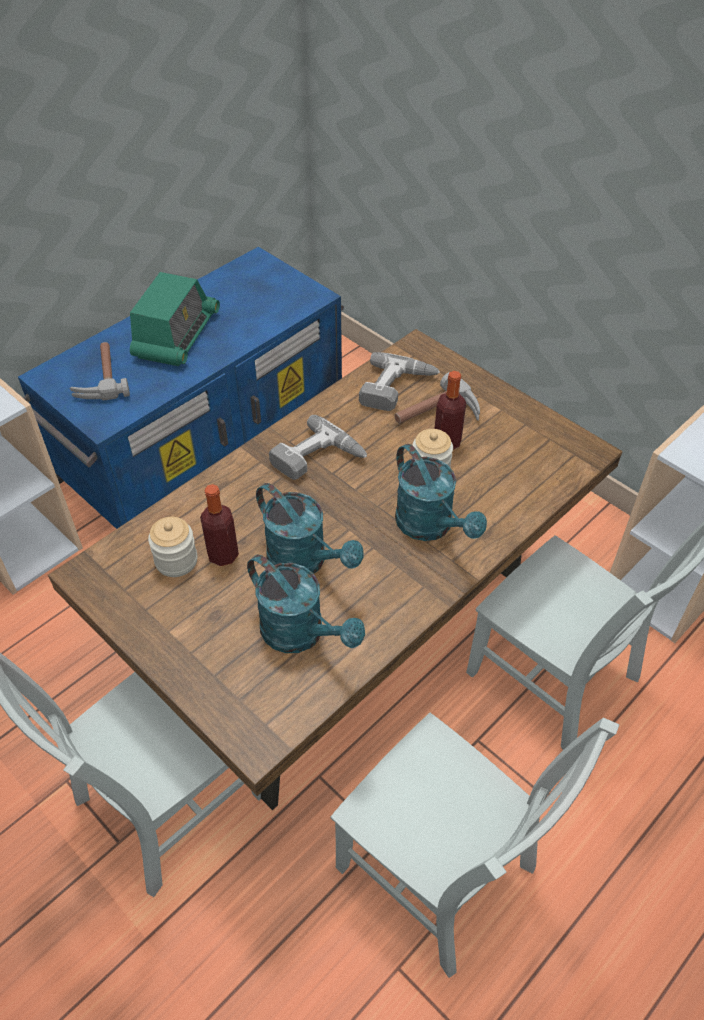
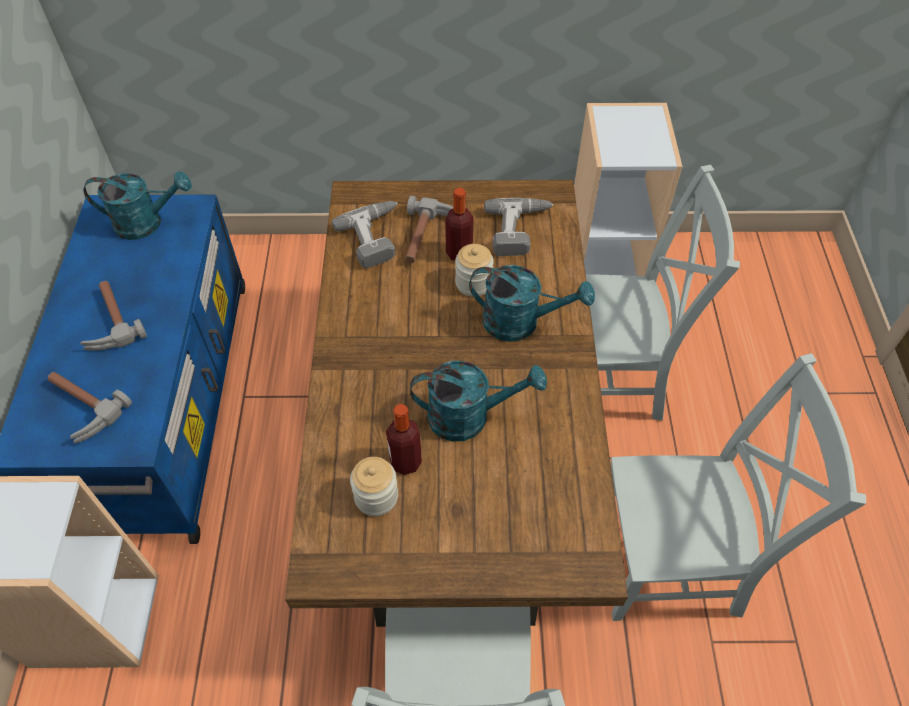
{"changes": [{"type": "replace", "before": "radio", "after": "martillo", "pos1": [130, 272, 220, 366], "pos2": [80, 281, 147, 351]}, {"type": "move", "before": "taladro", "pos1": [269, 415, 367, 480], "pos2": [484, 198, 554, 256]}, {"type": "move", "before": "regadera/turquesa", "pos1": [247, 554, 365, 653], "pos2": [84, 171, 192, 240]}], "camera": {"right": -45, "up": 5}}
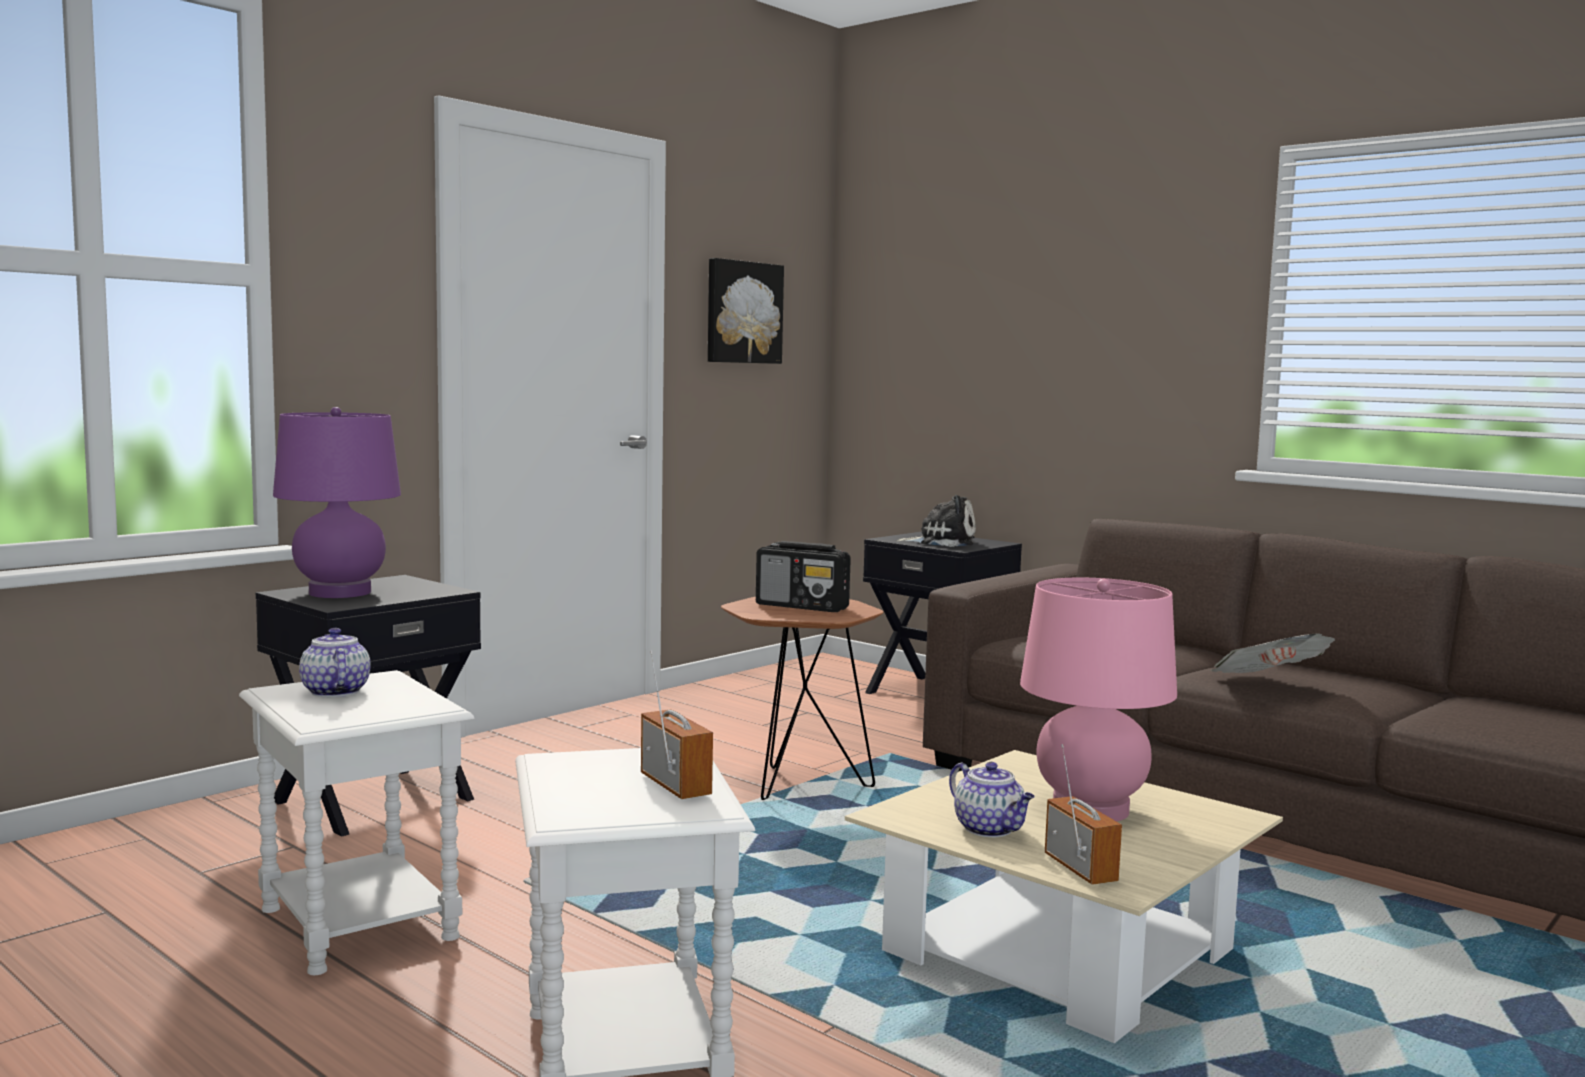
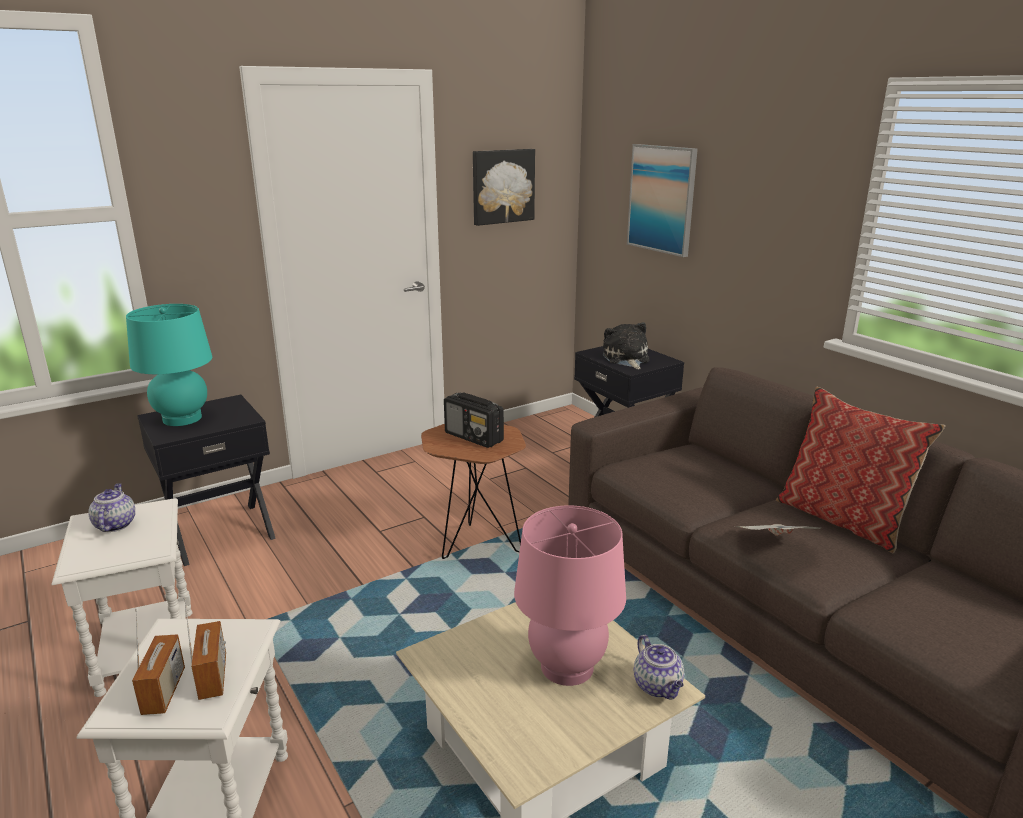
{"changes": [{"type": "recolor", "before": "lámpara de mesa/morado", "after": "lámpara de mesa/turquesa", "pos1": [273, 407, 401, 598], "pos2": [126, 304, 212, 426]}, {"type": "rotate", "before": "peluche", "pos1": [896, 495, 976, 547], "pos2": [603, 322, 650, 369], "turn": -120}, {"type": "move", "before": "radio", "pos1": [1045, 744, 1122, 885], "pos2": [132, 609, 185, 715]}, {"type": "move", "before": "tetera", "pos1": [949, 762, 1035, 837], "pos2": [634, 635, 684, 699]}, {"type": "insert", "after": "cuadro", "pos2": [627, 144, 698, 257]}, {"type": "insert", "after": "cojín", "pos2": [776, 386, 946, 554]}], "camera": {"right": 15, "up": 15}}
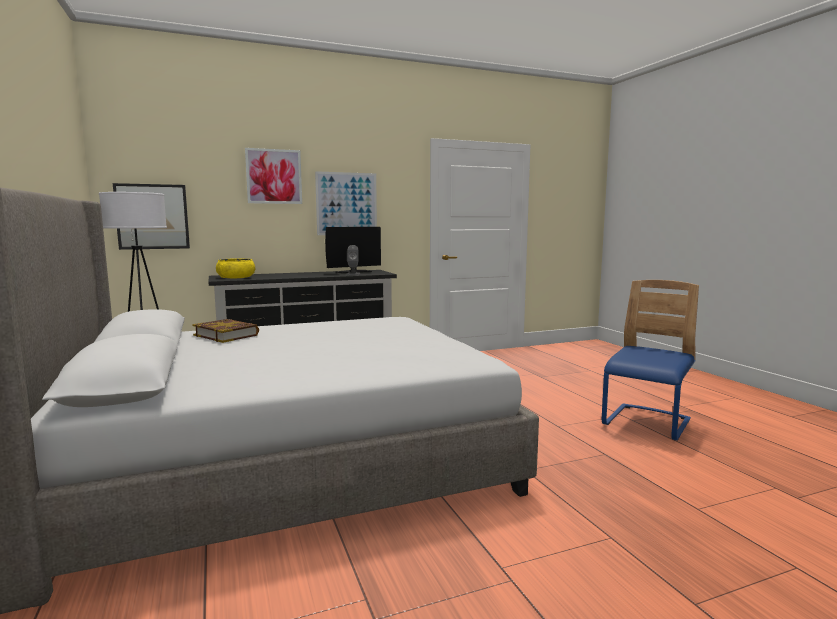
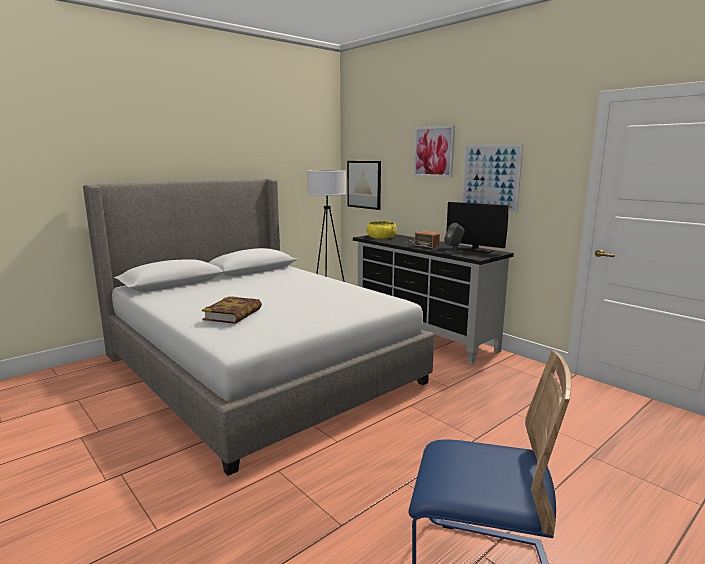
{"changes": [{"type": "move", "before": "libro", "pos1": [192, 319, 259, 343], "pos2": [202, 296, 262, 324]}, {"type": "insert", "after": "radio", "pos2": [405, 231, 440, 248]}], "camera": {"right": 70, "up": 5}}
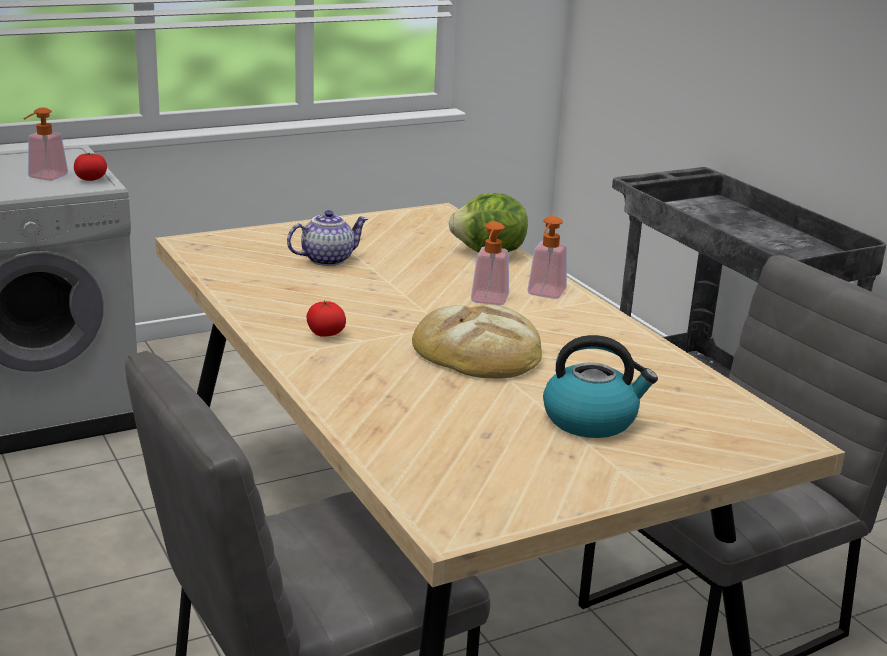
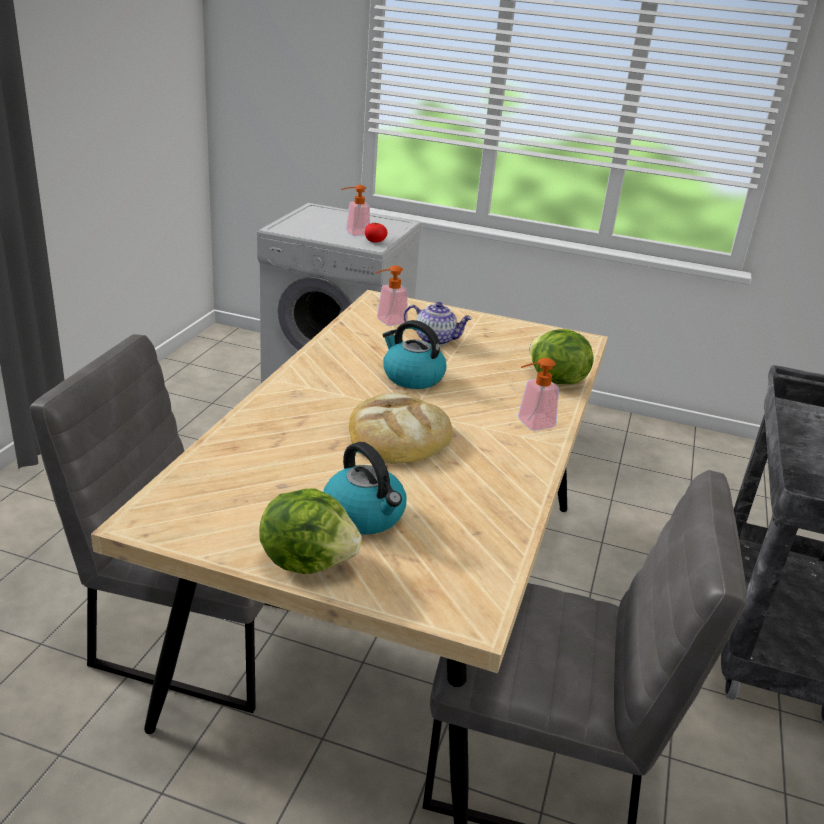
{"changes": [{"type": "move", "before": "dispensador de jabón", "pos1": [471, 221, 509, 306], "pos2": [375, 266, 408, 326]}, {"type": "delete", "before": "tomate", "pos1": [306, 300, 346, 337]}, {"type": "insert", "after": "hervidor", "pos2": [382, 320, 447, 389]}, {"type": "insert", "after": "lechuga", "pos2": [259, 488, 362, 574]}], "camera": {"right": 45, "up": 5}}
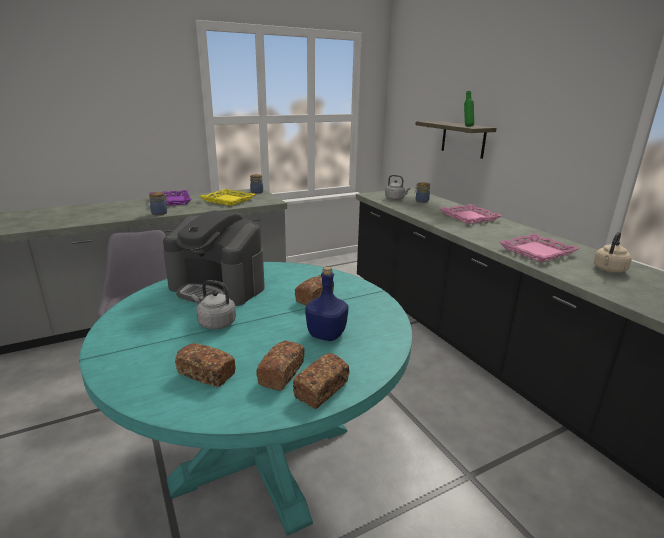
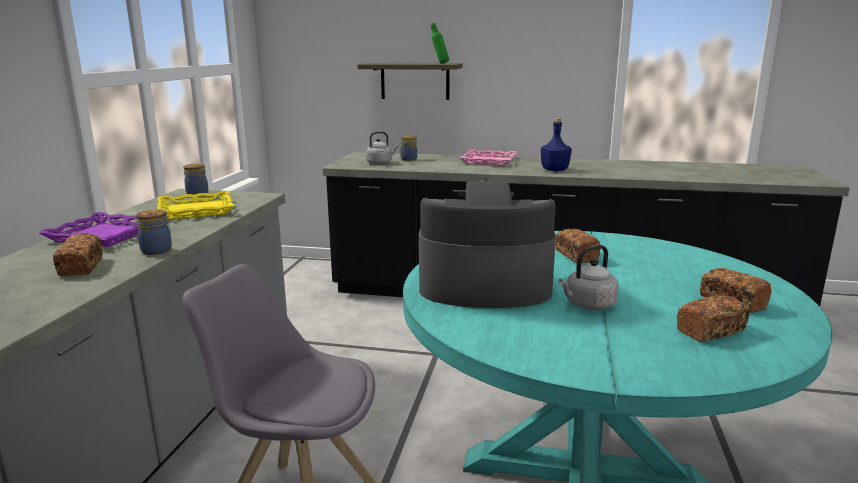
{"changes": [{"type": "rotate", "before": "cafetera", "pos1": [163, 210, 265, 306], "pos2": [419, 180, 556, 308], "turn": -150}, {"type": "delete", "before": "hervidor/beis", "pos1": [594, 232, 632, 273]}, {"type": "delete", "before": "bandeja/rosa", "pos1": [499, 233, 580, 262]}, {"type": "move", "before": "botella/azul", "pos1": [305, 267, 348, 341], "pos2": [541, 118, 572, 171]}, {"type": "move", "before": "pan", "pos1": [293, 353, 349, 409], "pos2": [53, 233, 103, 276]}], "camera": {"right": -50, "up": -5}}
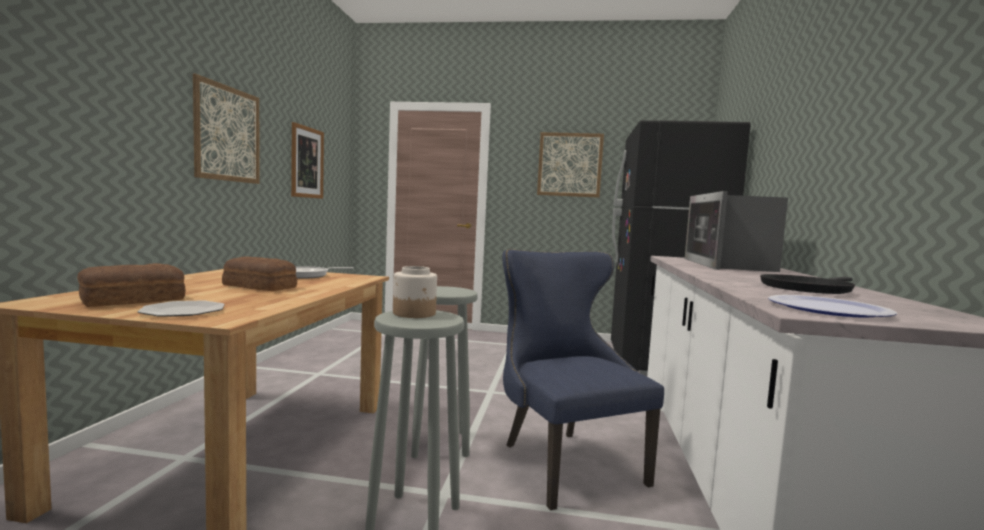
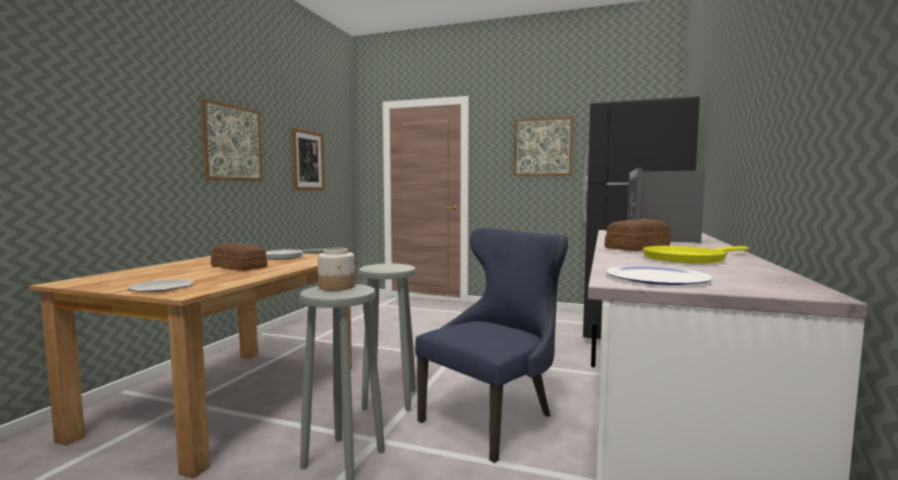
{"changes": [{"type": "rotate", "before": "silla/azul", "pos1": [502, 249, 664, 510], "pos2": [415, 227, 568, 463], "turn": 60}, {"type": "move", "before": "pan", "pos1": [77, 263, 186, 307], "pos2": [605, 219, 671, 251]}, {"type": "recolor", "before": "sartén/negro", "after": "sartén/amarillo", "pos1": [760, 274, 855, 294], "pos2": [642, 246, 748, 263]}], "camera": {"right": 10, "up": 0}}
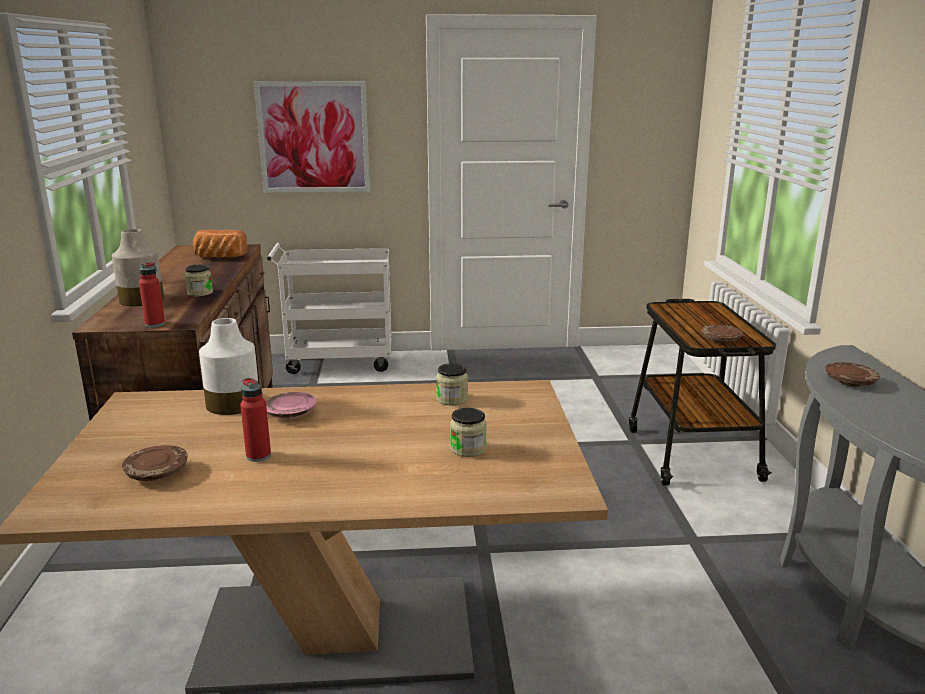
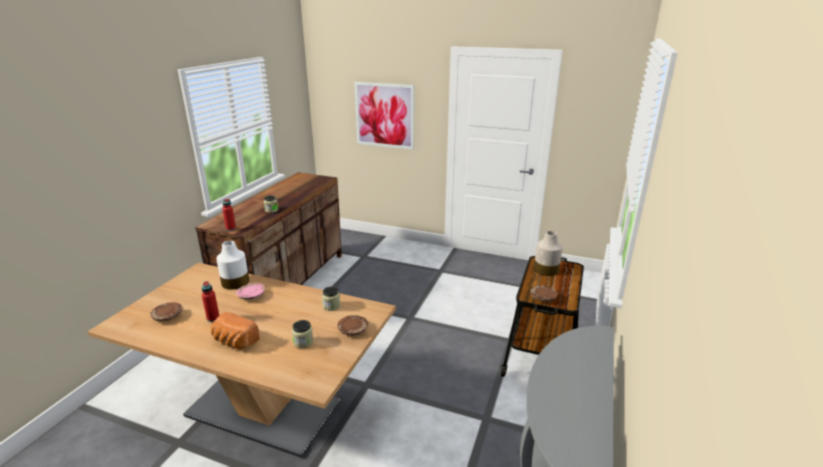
{"changes": [{"type": "move", "before": "florero/beis", "pos1": [112, 229, 164, 306], "pos2": [534, 231, 563, 276]}, {"type": "move", "before": "pan", "pos1": [193, 229, 247, 258], "pos2": [211, 312, 260, 349]}, {"type": "delete", "before": "carrito/blanco", "pos1": [267, 243, 392, 374]}, {"type": "move", "before": "plato/marrón", "pos1": [825, 362, 880, 387], "pos2": [337, 315, 368, 336]}], "camera": {"right": 25, "up": 5}}
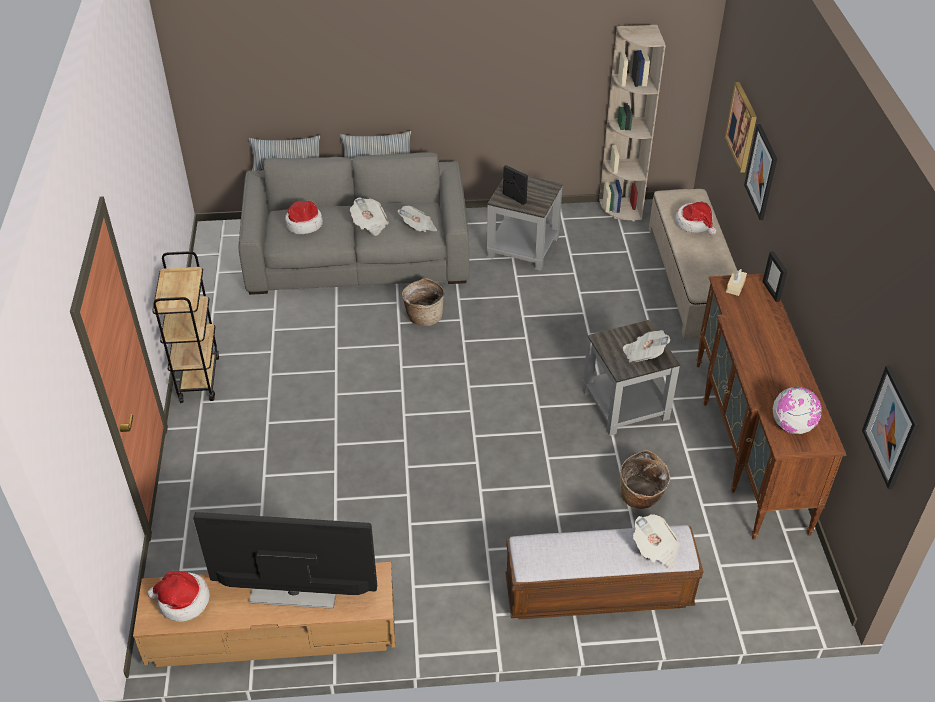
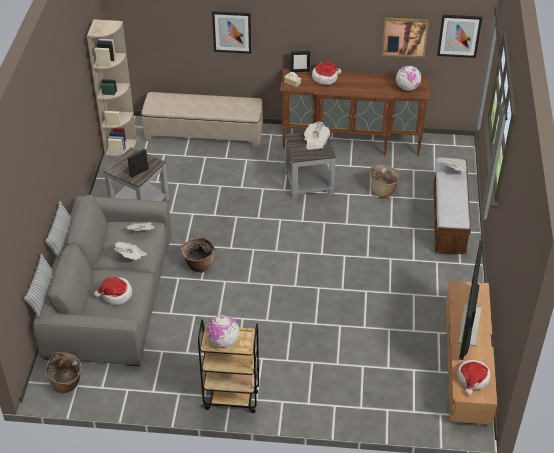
{"changes": [{"type": "move", "before": "cuadro", "pos1": [725, 82, 757, 173], "pos2": [382, 18, 429, 58]}, {"type": "move", "before": "sombrero", "pos1": [675, 202, 716, 235], "pos2": [312, 62, 341, 85]}, {"type": "insert", "after": "globo terráqueo", "pos2": [207, 315, 240, 348]}, {"type": "insert", "after": "cesta", "pos2": [46, 352, 82, 393]}], "camera": {"right": -80, "up": 0}}
